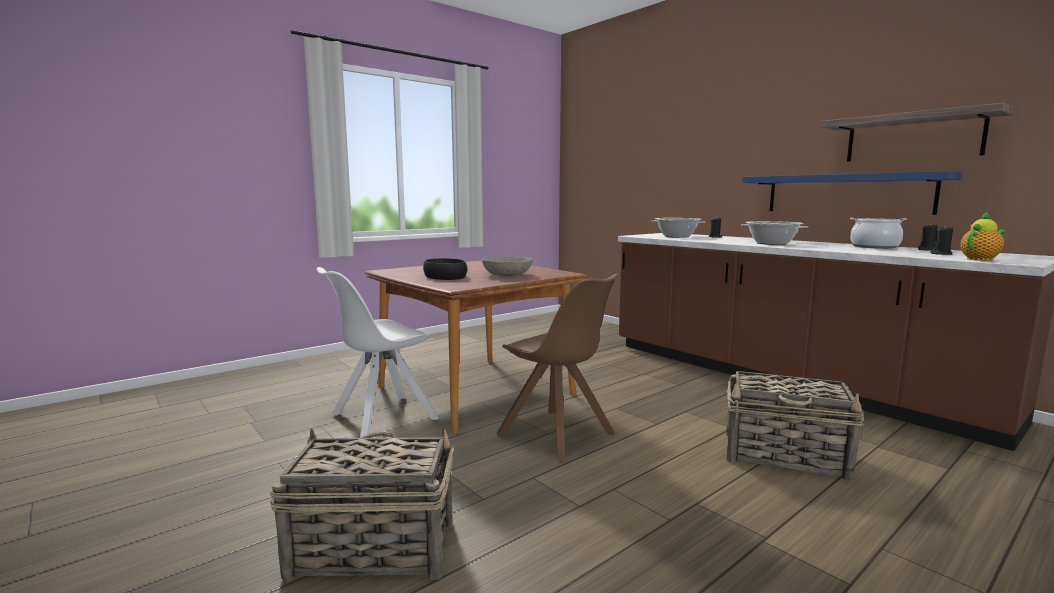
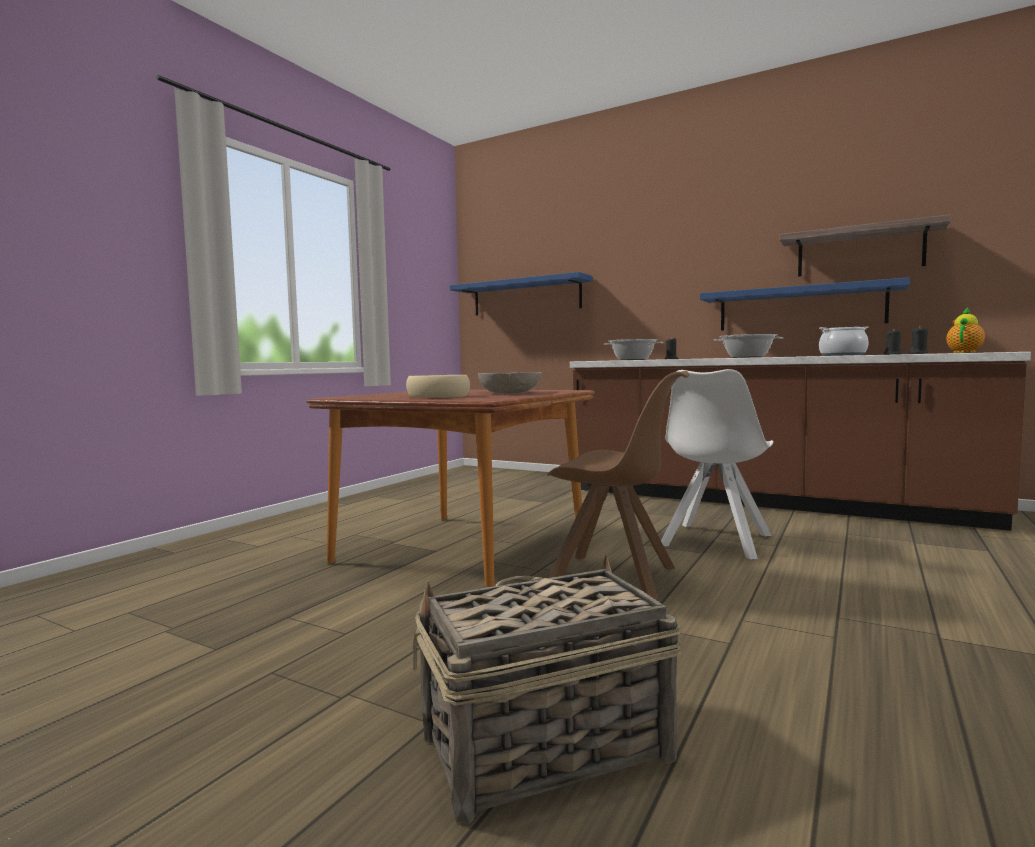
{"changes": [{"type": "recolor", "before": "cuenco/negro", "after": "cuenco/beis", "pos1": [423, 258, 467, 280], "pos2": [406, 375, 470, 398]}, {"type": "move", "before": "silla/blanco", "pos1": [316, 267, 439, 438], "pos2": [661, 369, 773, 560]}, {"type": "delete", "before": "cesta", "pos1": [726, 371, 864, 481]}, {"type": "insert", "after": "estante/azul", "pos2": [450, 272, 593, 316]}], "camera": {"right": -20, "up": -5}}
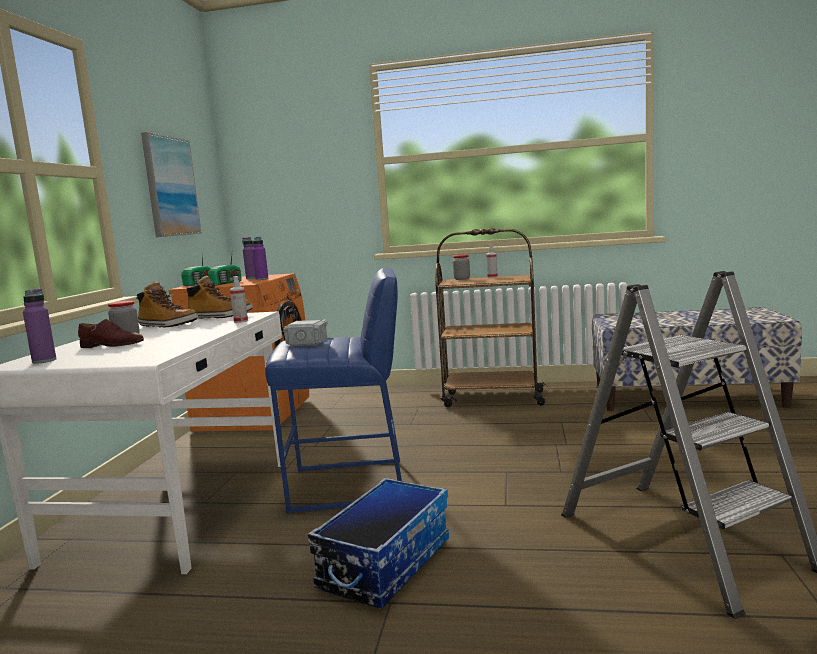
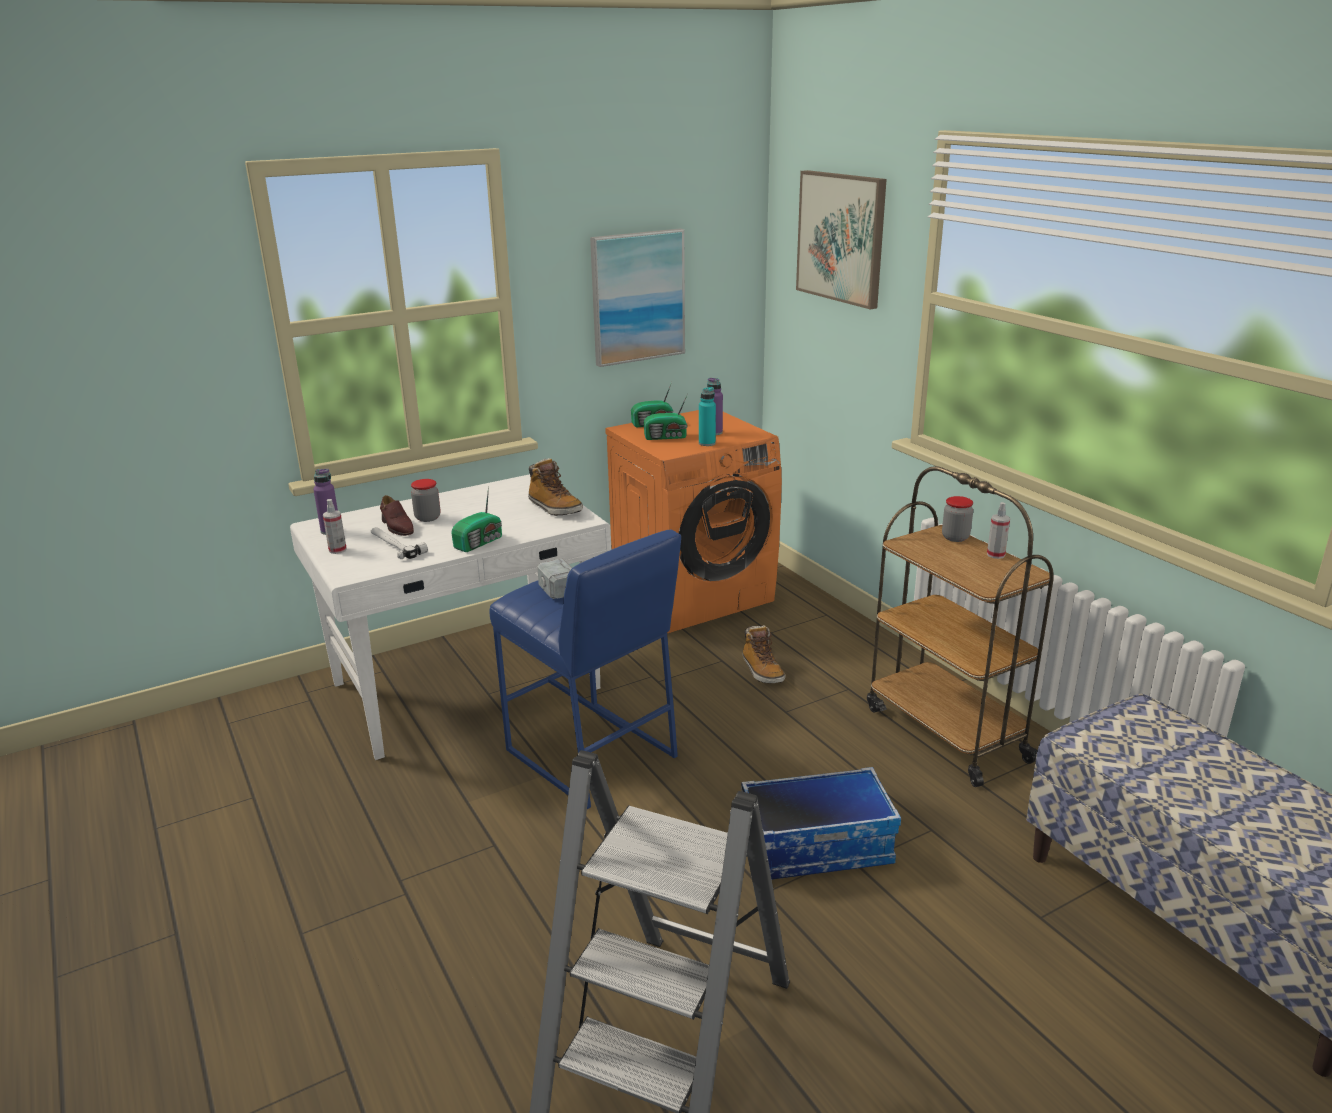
{"changes": [{"type": "recolor", "before": "botella/morado", "after": "botella/turquesa", "pos1": [252, 237, 269, 280], "pos2": [699, 387, 716, 446]}, {"type": "move", "before": "pulverizador", "pos1": [230, 276, 248, 323], "pos2": [323, 499, 347, 554]}, {"type": "move", "before": "bota", "pos1": [136, 282, 198, 328], "pos2": [742, 625, 785, 683]}, {"type": "move", "before": "caja de almacenaje", "pos1": [308, 478, 449, 608], "pos2": [741, 767, 901, 879]}, {"type": "insert", "after": "cuadro", "pos2": [796, 170, 887, 309]}, {"type": "insert", "after": "radio", "pos2": [451, 486, 502, 552]}, {"type": "insert", "after": "martillo", "pos2": [371, 527, 428, 559]}], "camera": {"right": 50, "up": 15}}
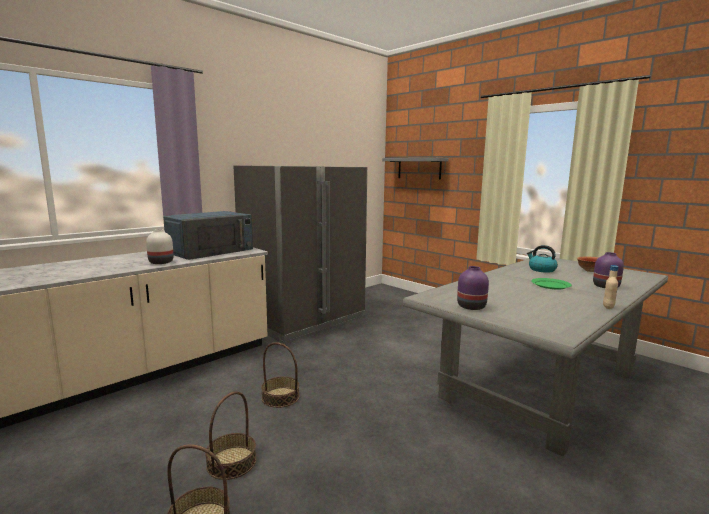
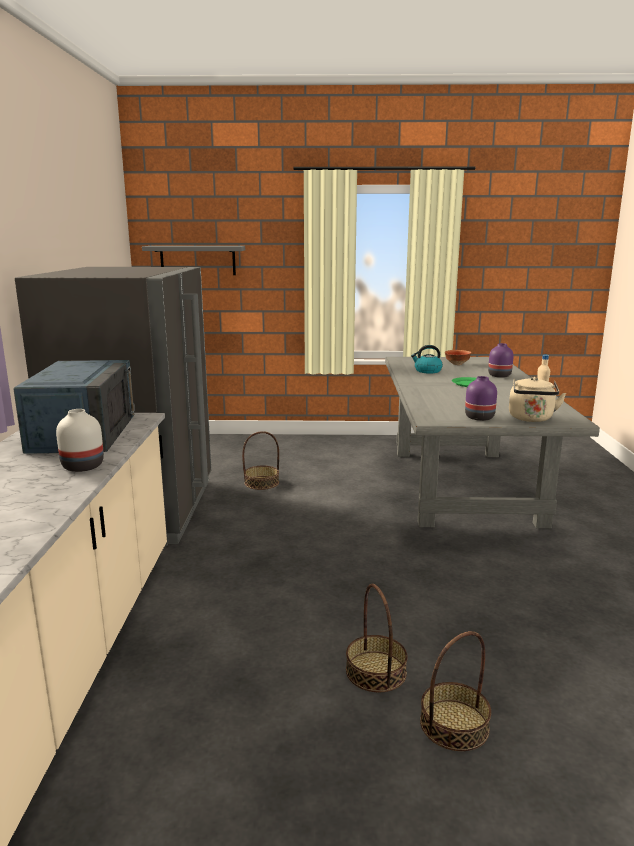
{"changes": [{"type": "move", "before": "cesta", "pos1": [261, 342, 300, 408], "pos2": [242, 431, 279, 490]}, {"type": "insert", "after": "hervidor/beis", "pos2": [509, 377, 566, 422]}], "camera": {"right": -45, "up": 5}}
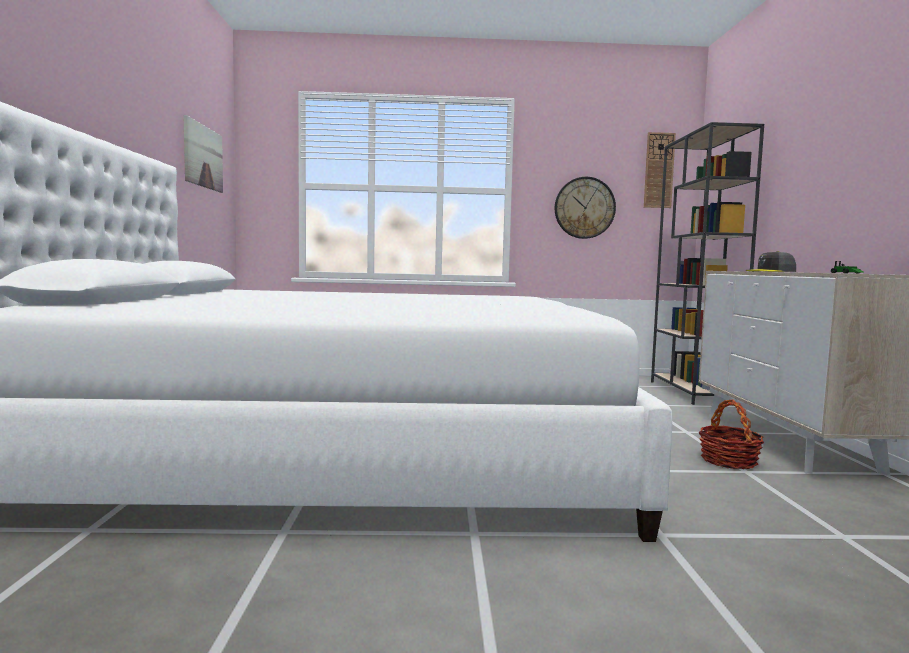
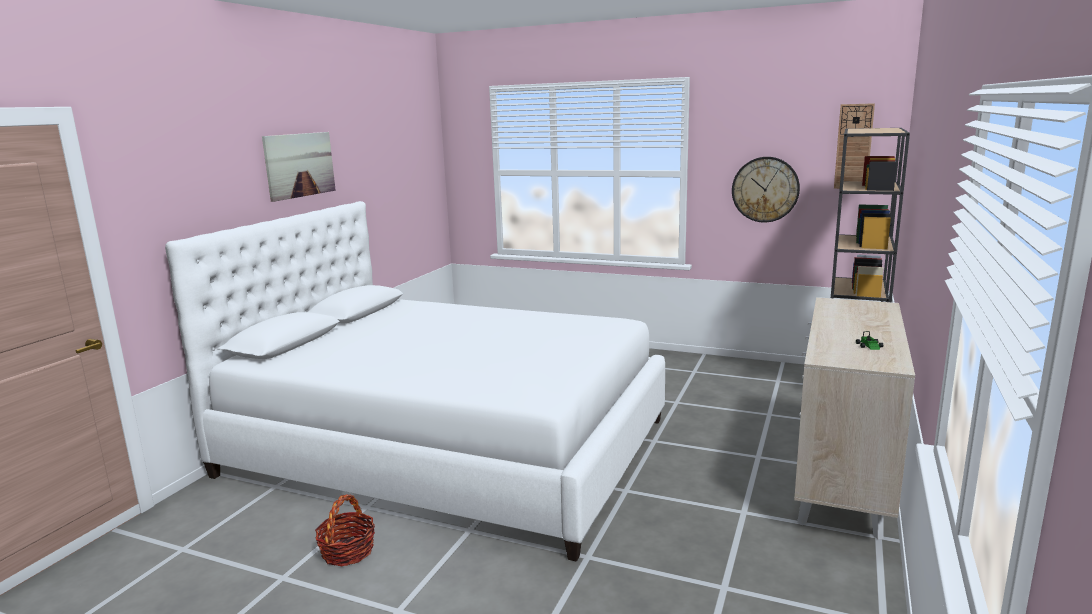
{"changes": [{"type": "move", "before": "cuadro", "pos1": [183, 115, 223, 193], "pos2": [262, 132, 336, 202]}, {"type": "delete", "before": "gorra/gris", "pos1": [746, 251, 796, 272]}, {"type": "move", "before": "cesta", "pos1": [699, 400, 764, 469], "pos2": [315, 494, 375, 566]}], "camera": {"right": 25, "up": 10}}
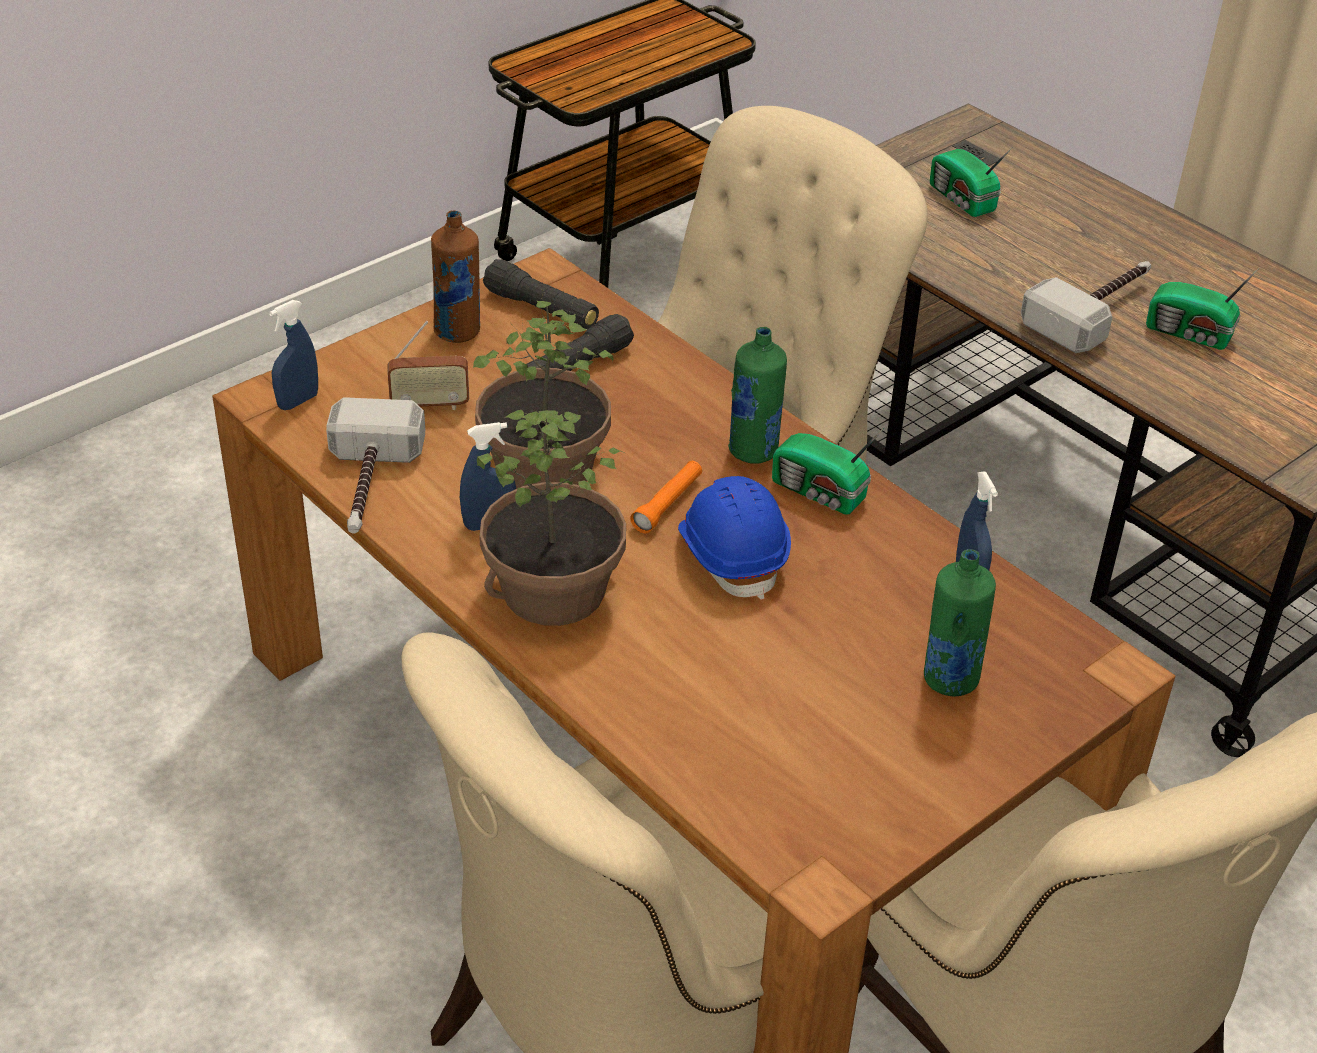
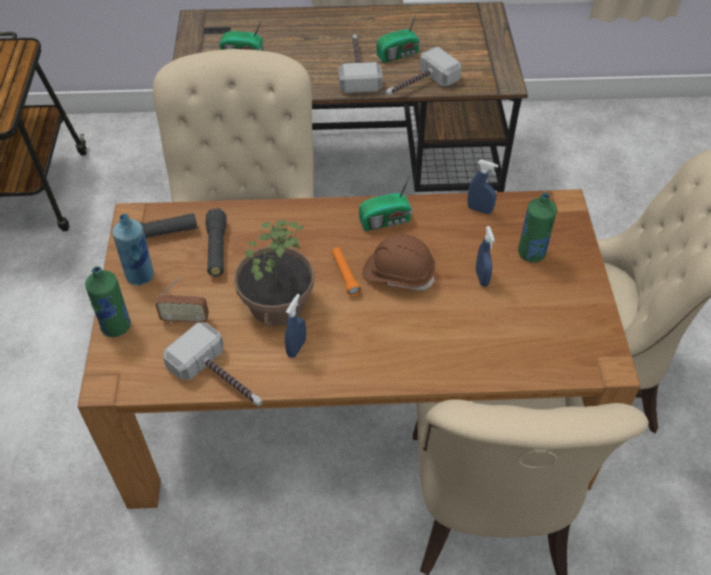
{"changes": [{"type": "recolor", "before": "botella/marrón", "after": "botella/azul", "pos1": [431, 210, 480, 343], "pos2": [112, 214, 154, 285]}, {"type": "move", "before": "pulverizador/azul", "pos1": [269, 300, 318, 410], "pos2": [476, 226, 495, 287]}, {"type": "rotate", "before": "radio", "pos1": [388, 321, 469, 410], "pos2": [156, 278, 209, 324], "turn": 60}, {"type": "move", "before": "botella/verde", "pos1": [728, 327, 787, 464], "pos2": [85, 267, 131, 337]}, {"type": "delete", "before": "planta en maceta", "pos1": [477, 410, 626, 626]}, {"type": "recolor", "before": "casco/azul", "after": "casco/marrón", "pos1": [678, 476, 791, 600], "pos2": [362, 234, 435, 290]}, {"type": "insert", "after": "martillo", "pos2": [385, 47, 462, 96]}], "camera": {"right": -50, "up": 10}}
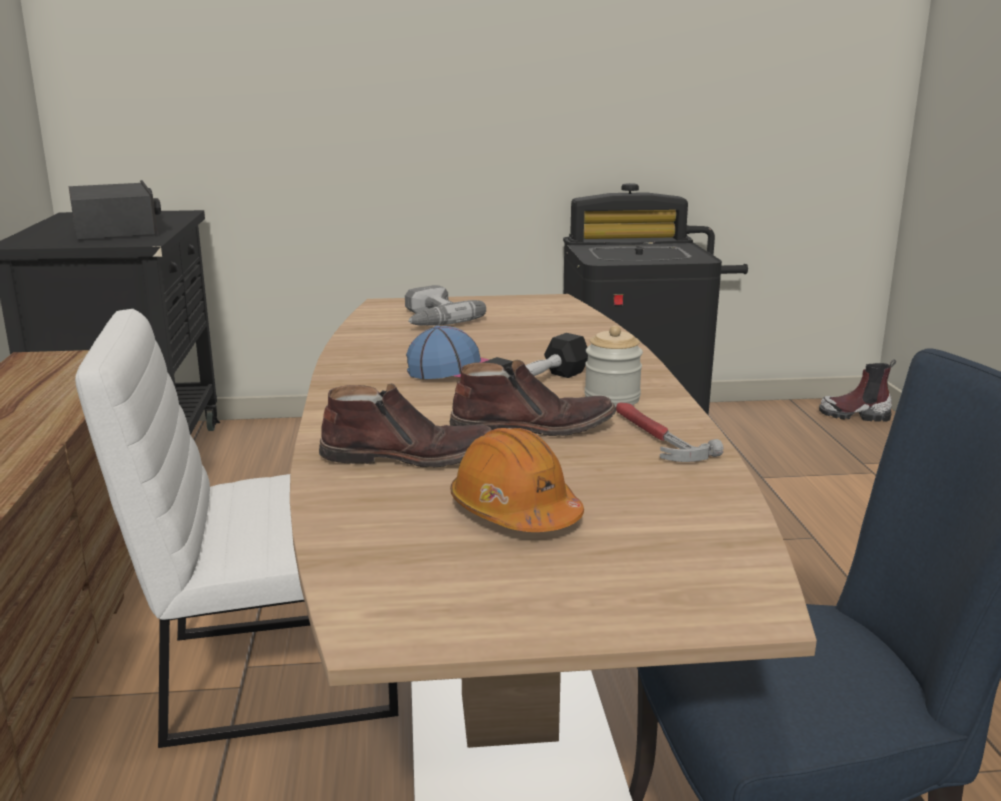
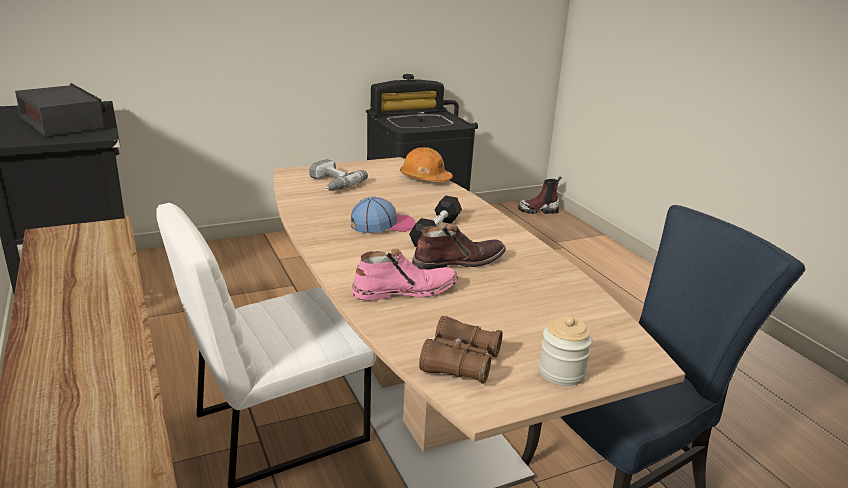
{"changes": [{"type": "move", "before": "tarro", "pos1": [584, 326, 643, 407], "pos2": [539, 316, 593, 386]}, {"type": "recolor", "before": "bota/marrón", "after": "bota/rosa", "pos1": [319, 384, 492, 467], "pos2": [352, 249, 458, 300]}, {"type": "delete", "before": "martillo", "pos1": [616, 403, 724, 462]}, {"type": "move", "before": "casco/naranja", "pos1": [450, 428, 584, 532], "pos2": [400, 147, 453, 182]}, {"type": "insert", "after": "prismáticos/marrón", "pos2": [419, 316, 503, 384]}], "camera": {"right": -20, "up": 5}}
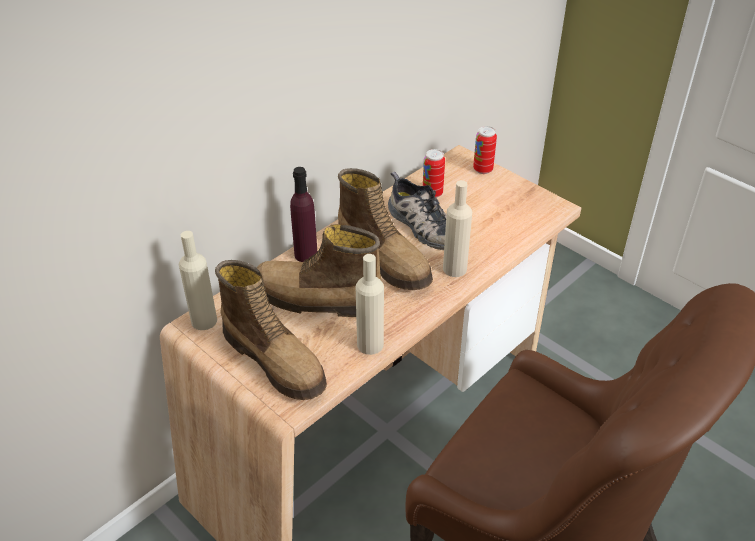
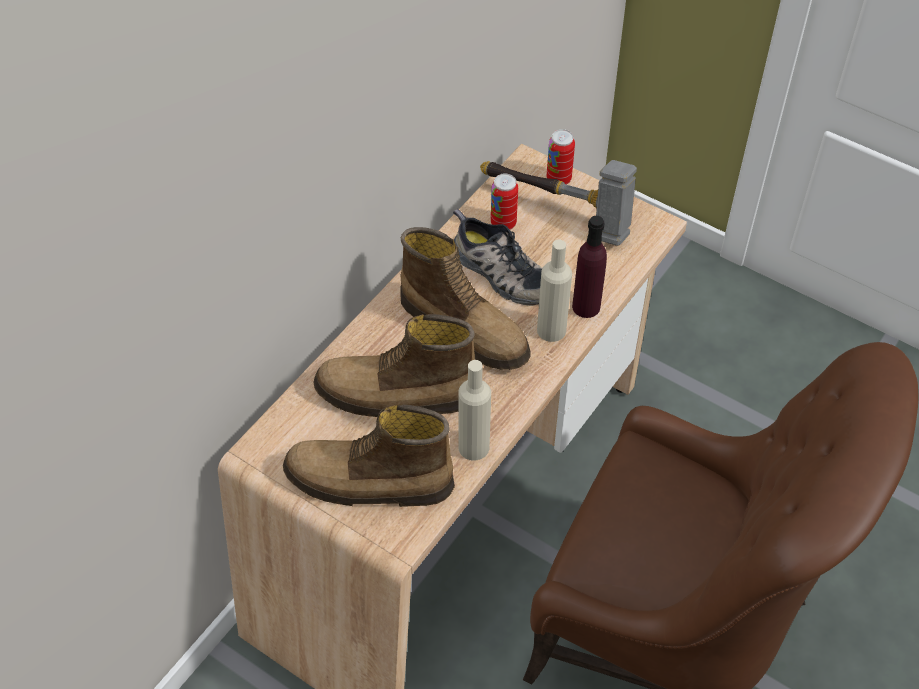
{"changes": [{"type": "move", "before": "botella/morado", "pos1": [290, 167, 317, 262], "pos2": [572, 216, 607, 318]}, {"type": "delete", "before": "botella/beis", "pos1": [179, 231, 217, 330]}, {"type": "rotate", "before": "bota", "pos1": [215, 260, 327, 400], "pos2": [283, 405, 455, 507], "turn": 150}, {"type": "insert", "after": "martillo", "pos2": [480, 160, 637, 246]}], "camera": {"right": -10, "up": 10}}
